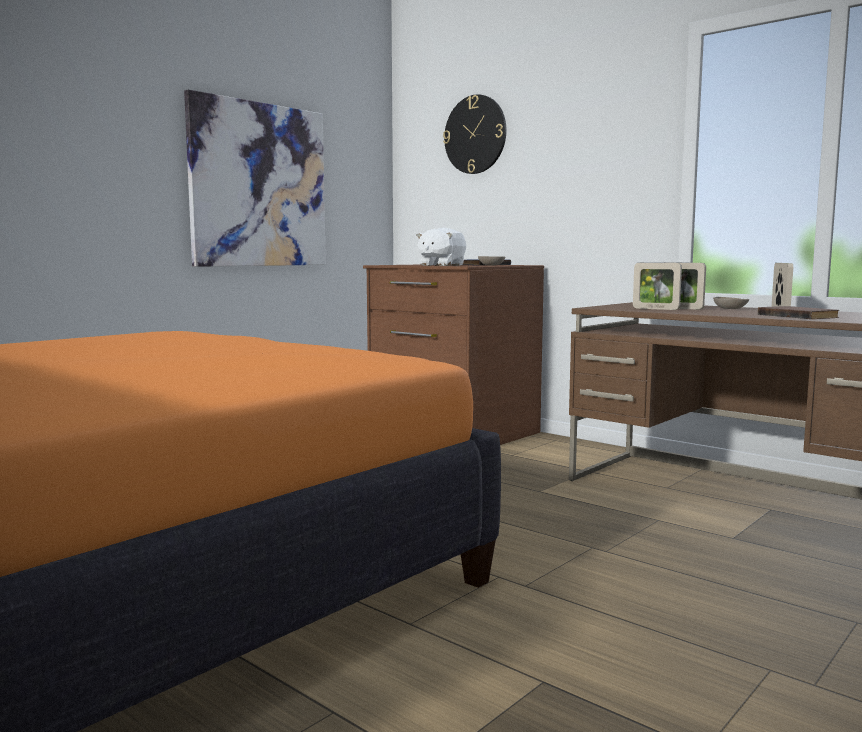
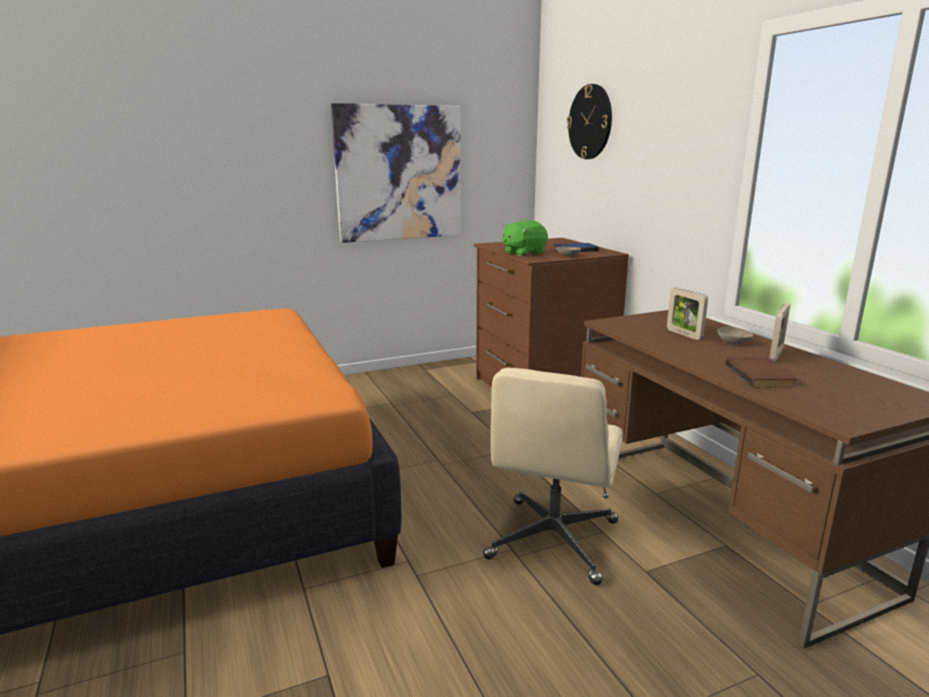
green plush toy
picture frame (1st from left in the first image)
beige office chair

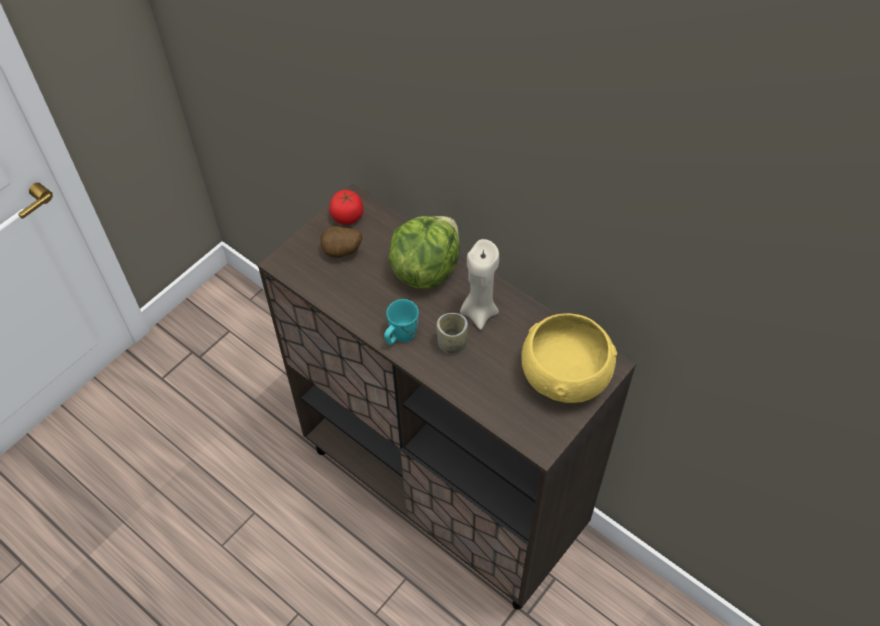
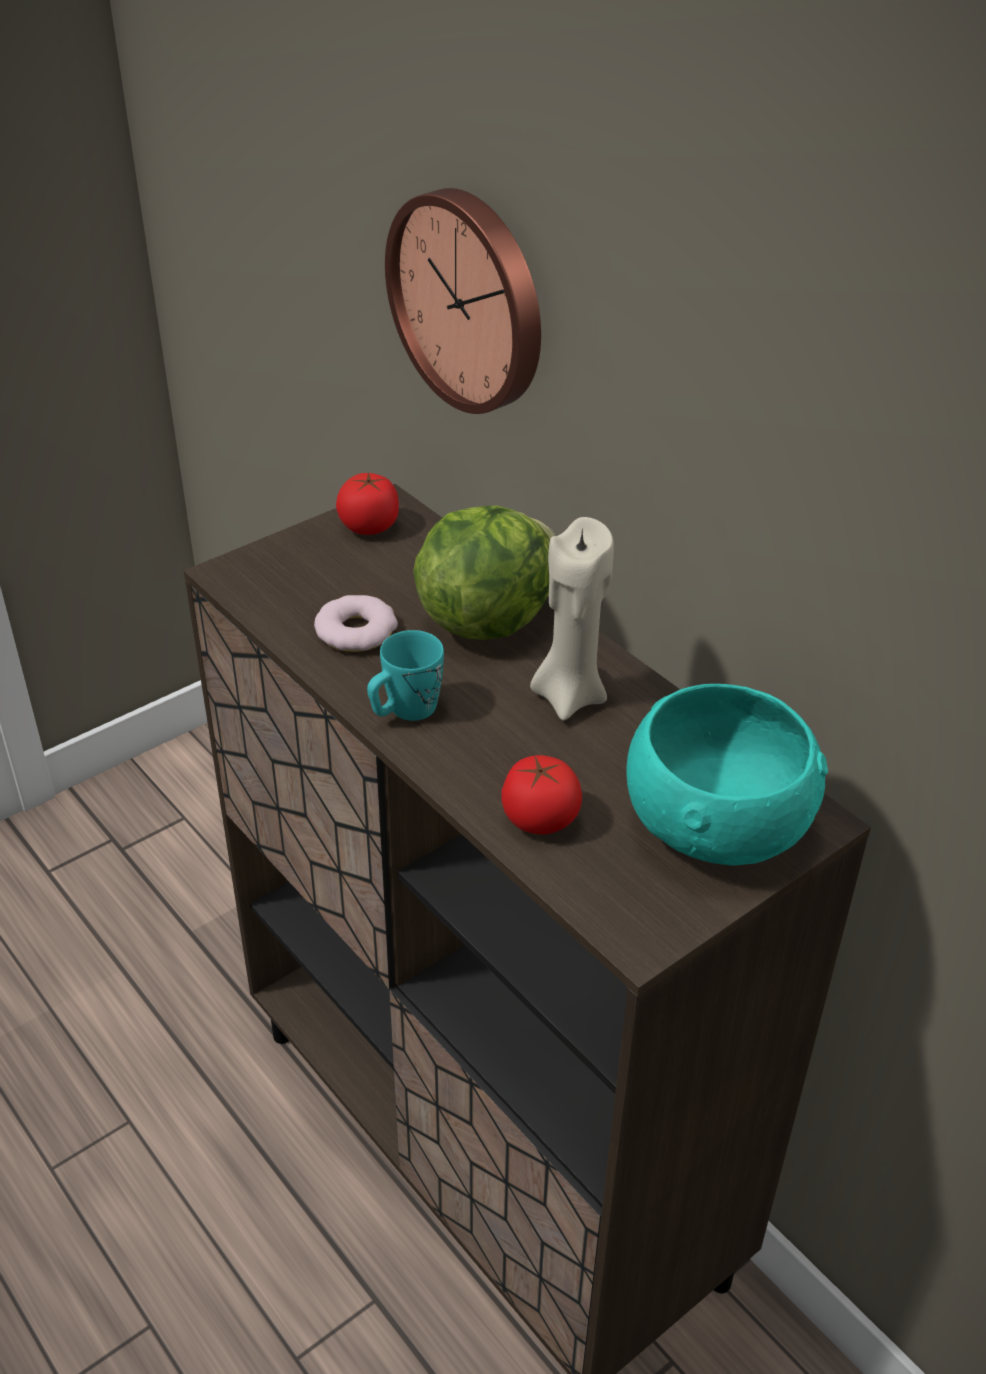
potato
cup
turquoise bowl
donut
wall clock
tomato (2nd from left)

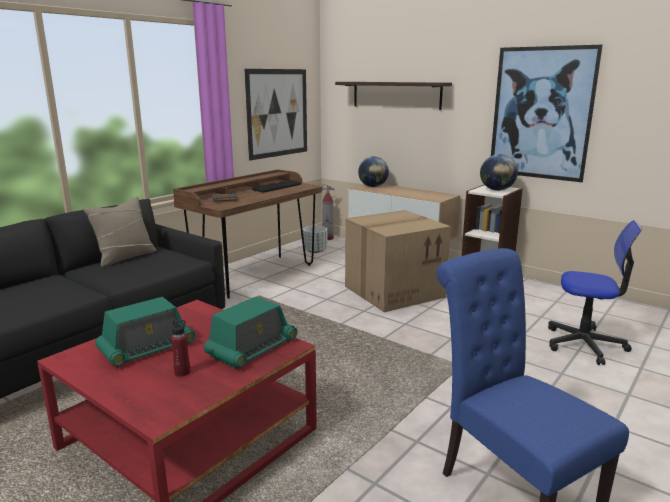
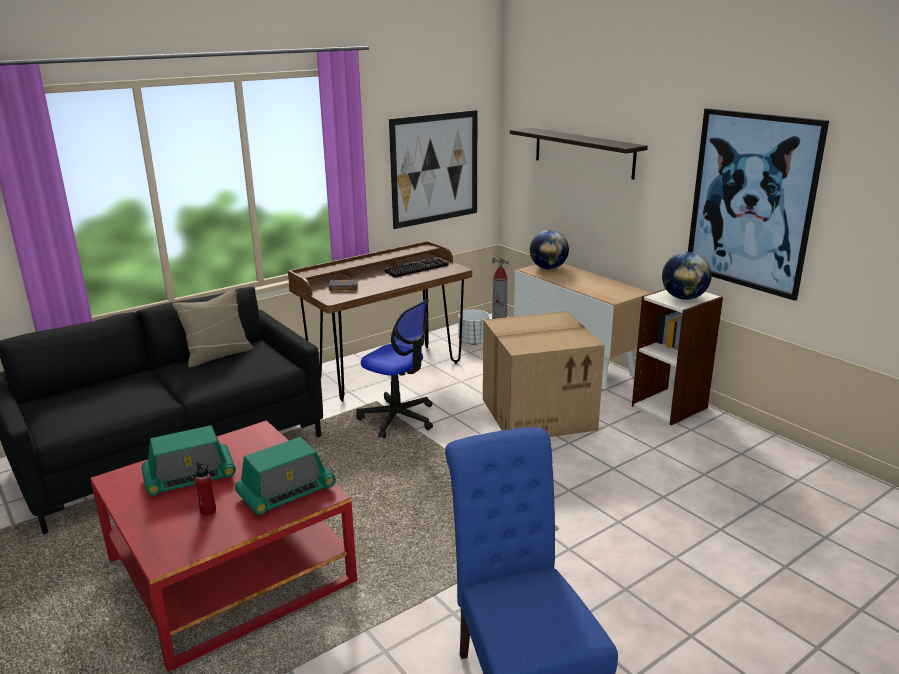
office chair

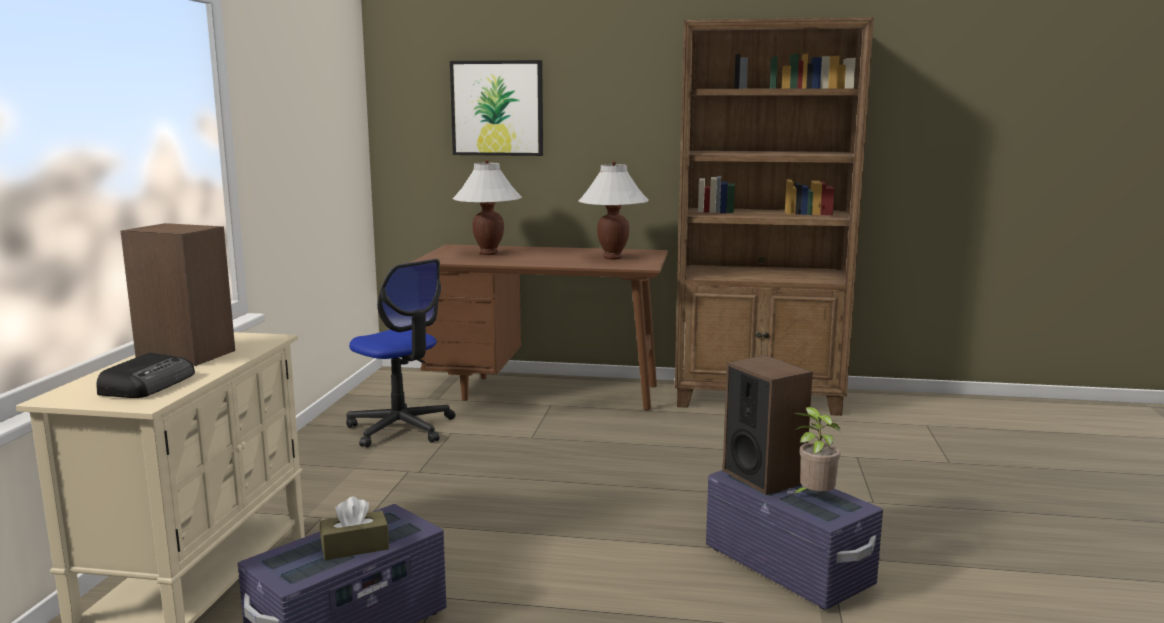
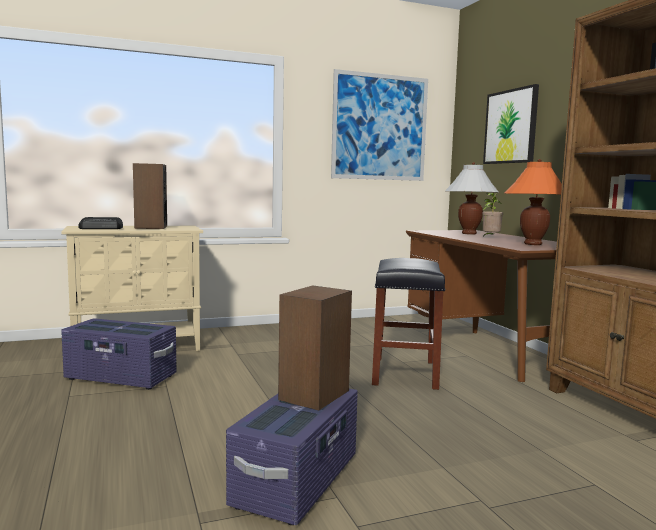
brown tissue box
office chair
orange table lamp
potted plant
picture (1st from left)
black stool

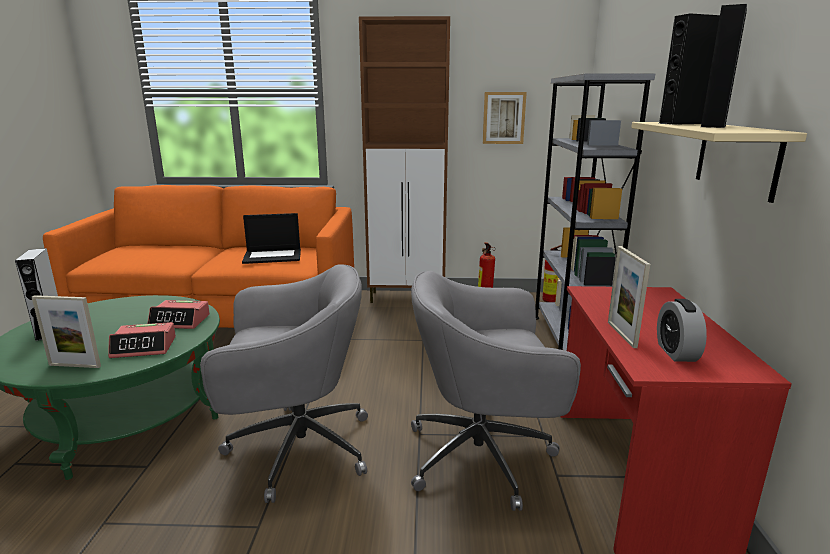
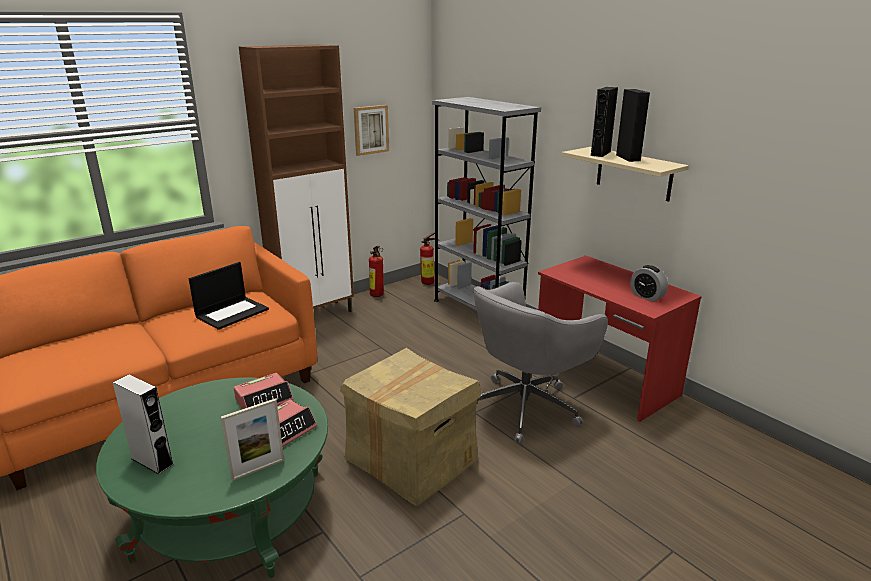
cardboard box
picture frame (2nd from left in the first image)

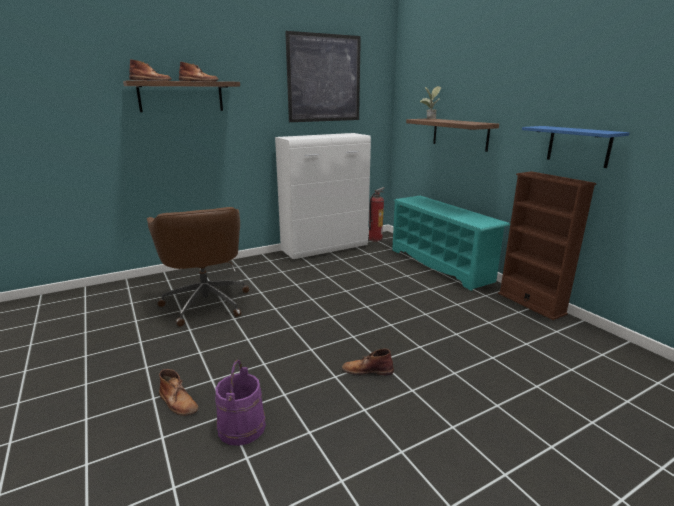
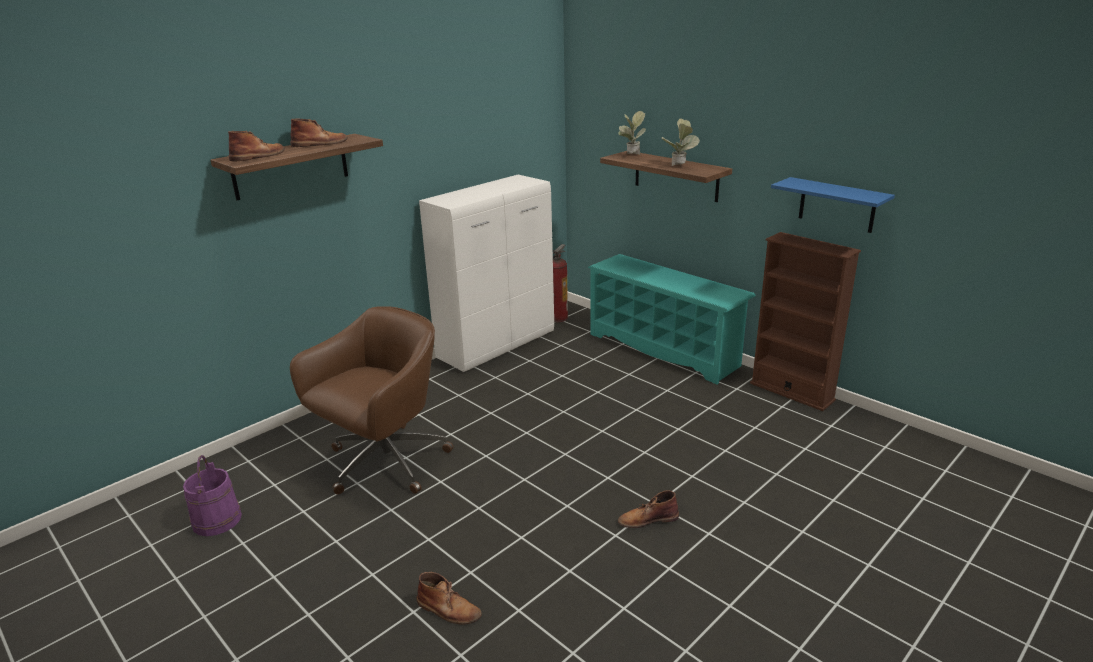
brown office chair
purple bucket
picture
potted plant (2nd from left)

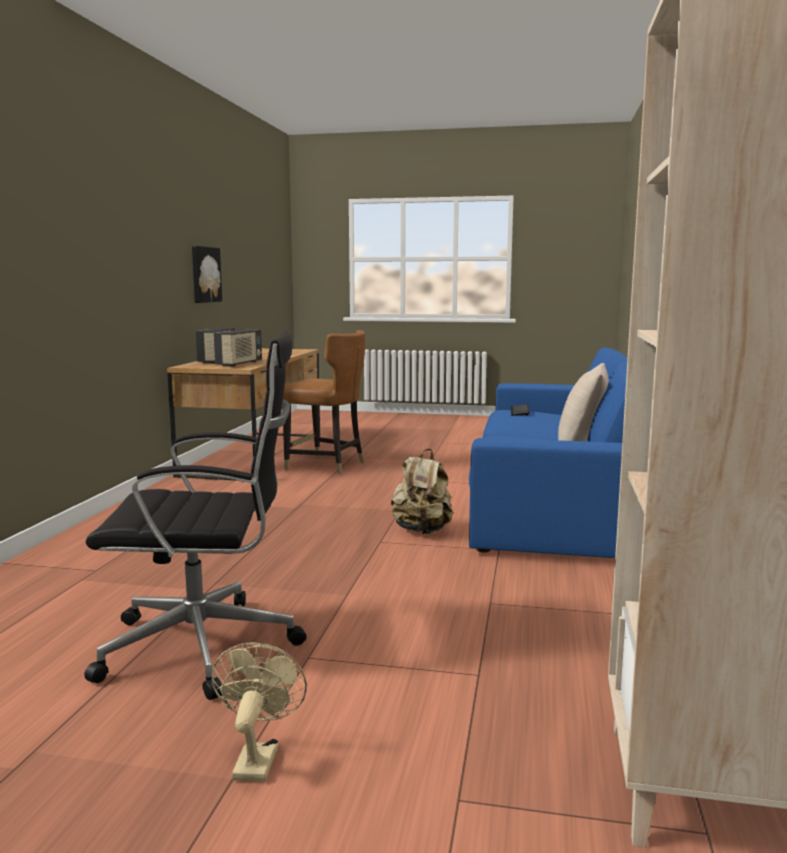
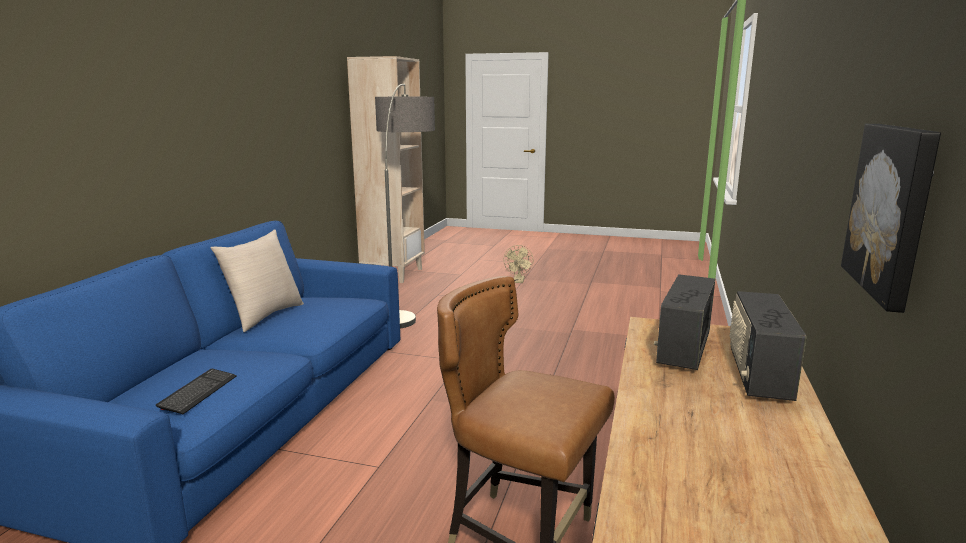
black office chair
beige backpack
floor lamp

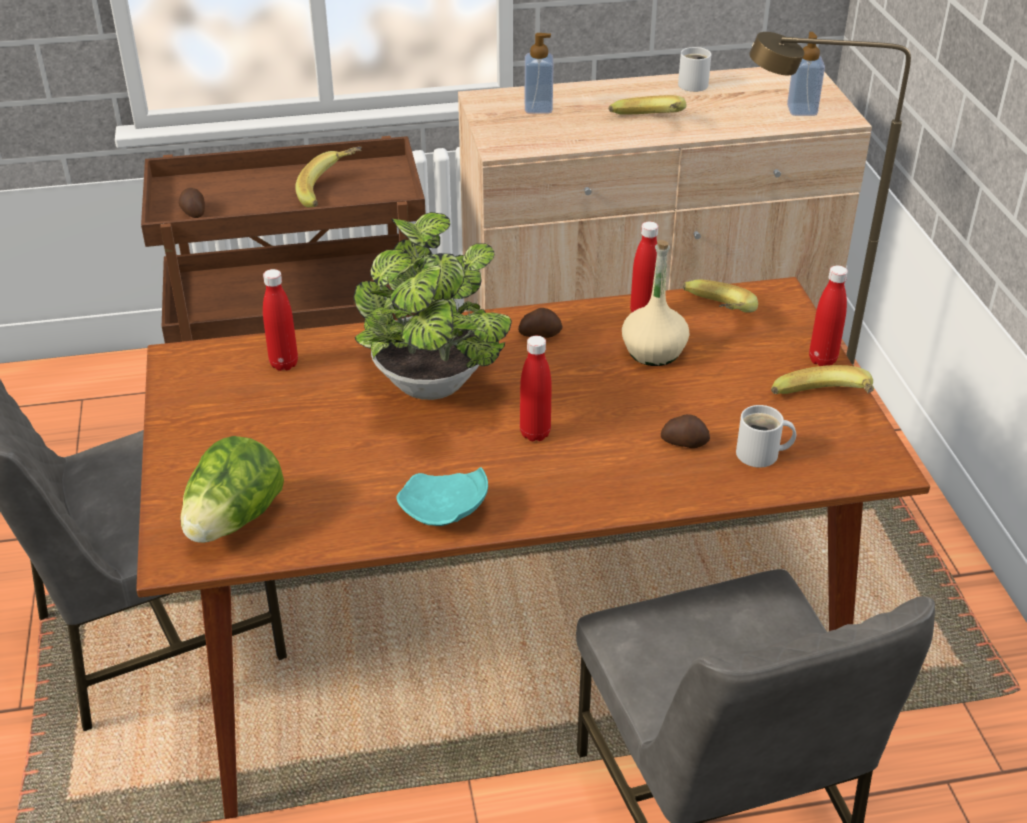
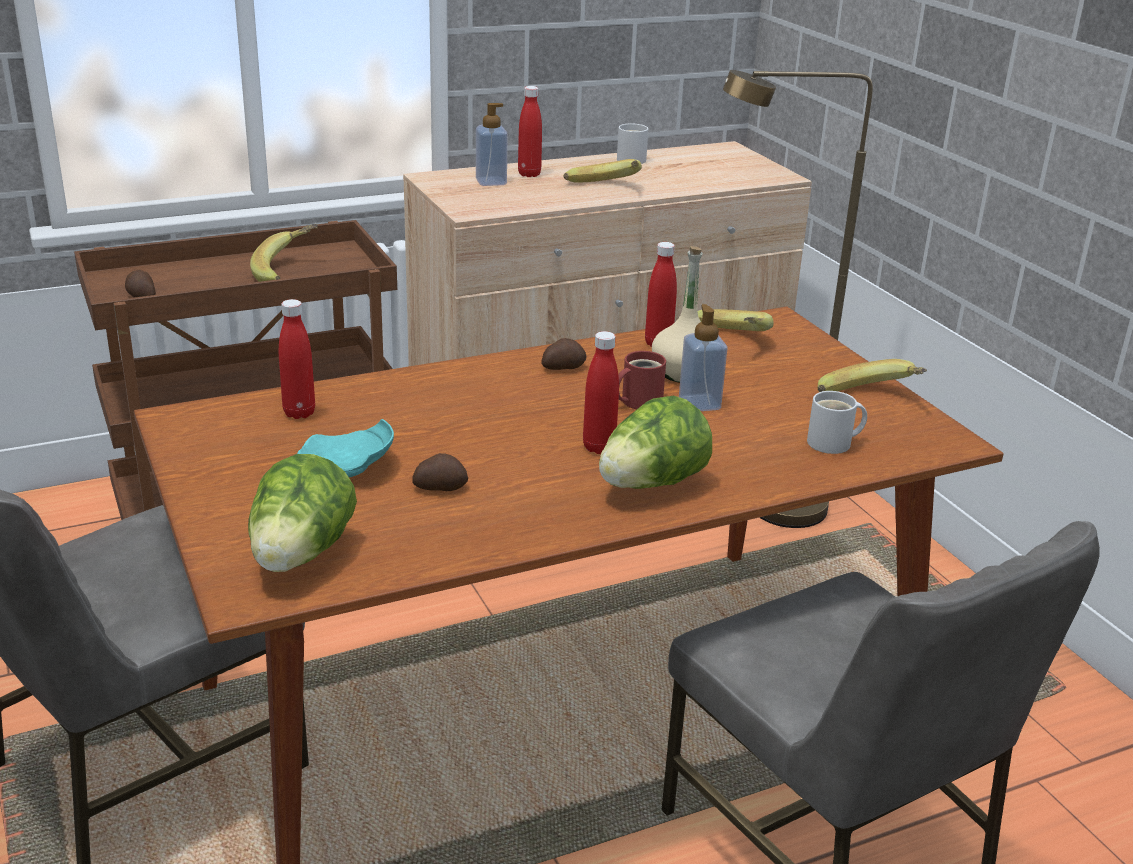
potted plant
turquoise plate
potato (2nd from left)
soap dispenser (2nd from left)
red bottle (2nd from left)
lettuce (2nd from left)
red mug

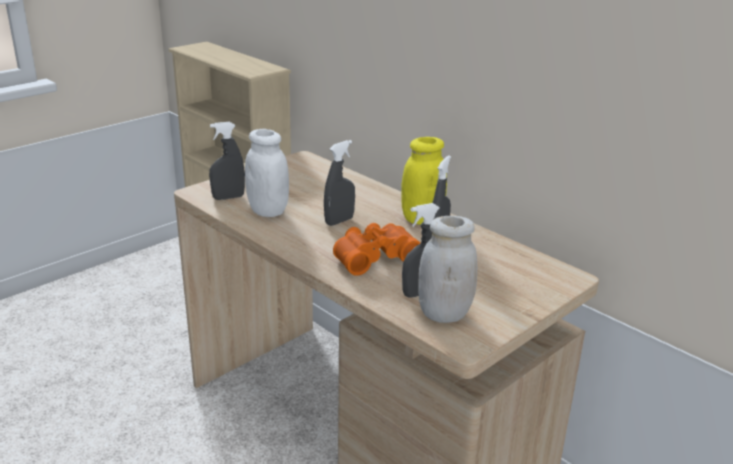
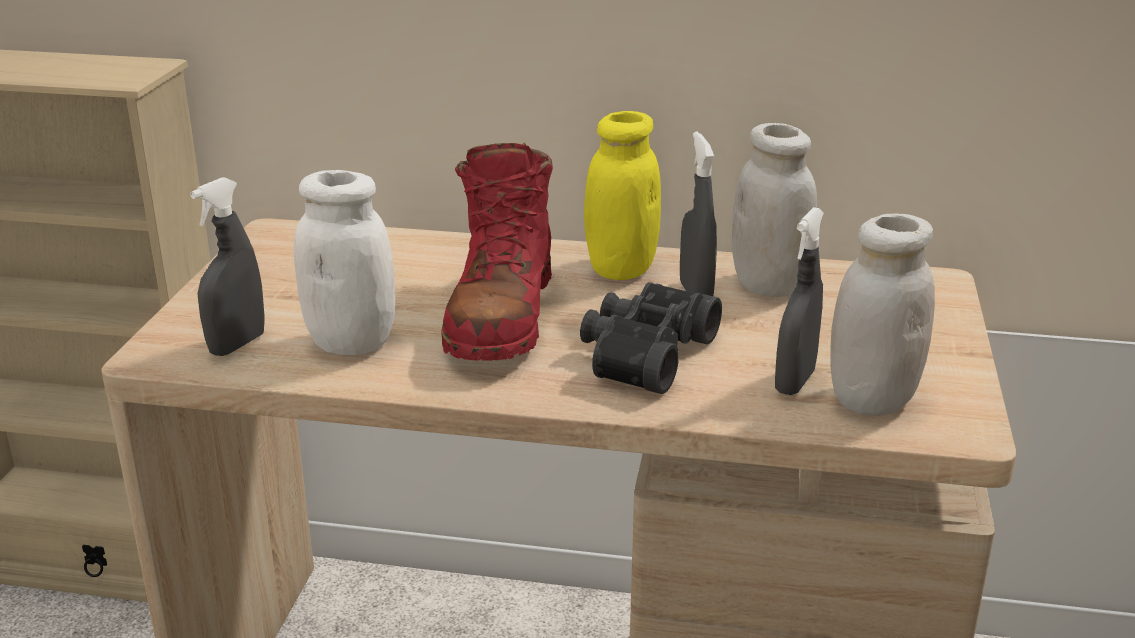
red boot
black binoculars
white jar (2nd from left)

